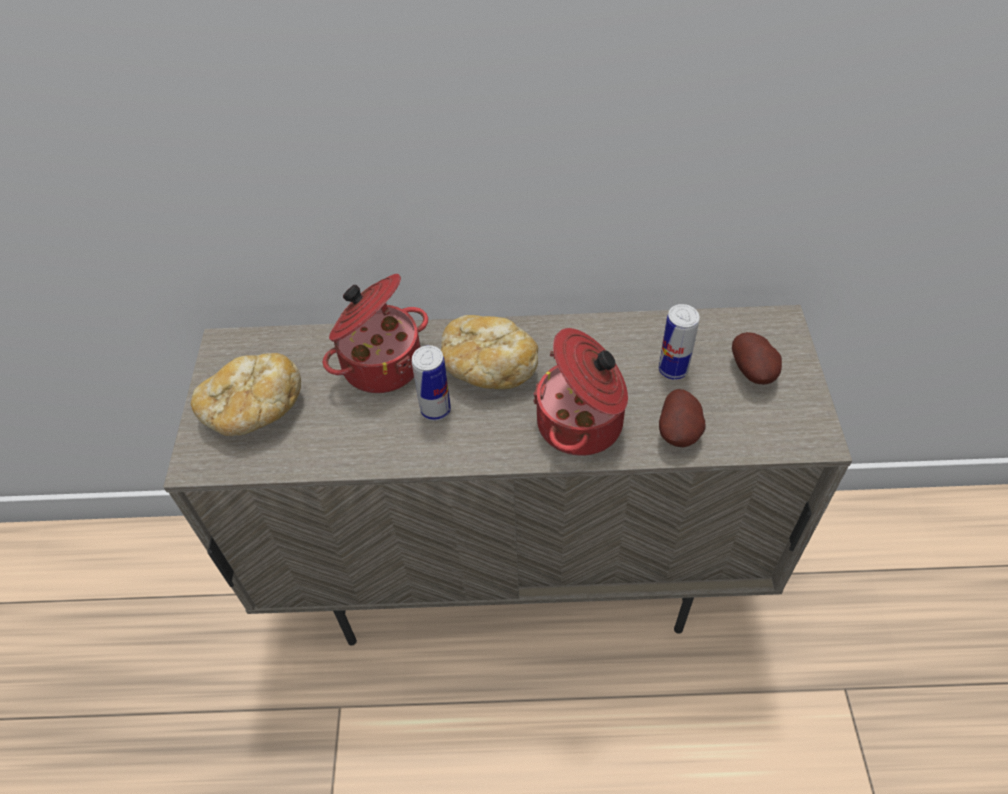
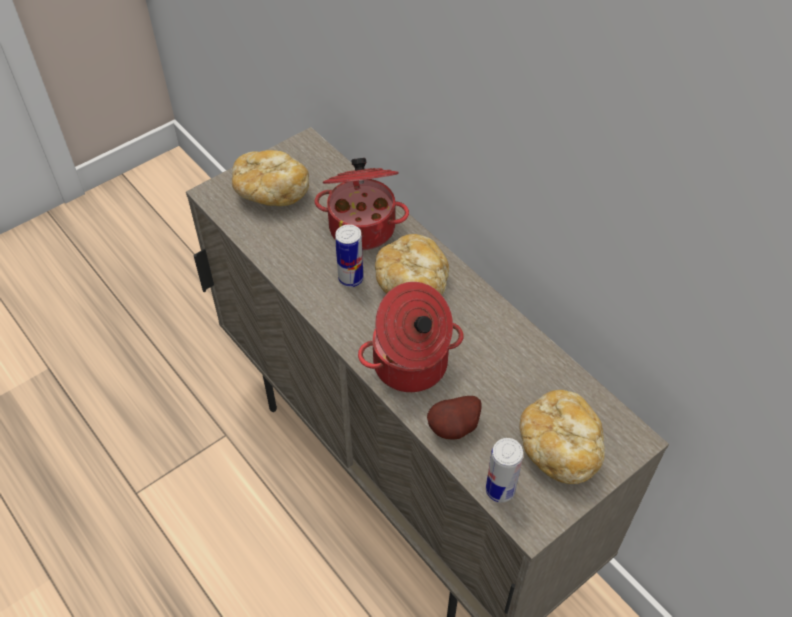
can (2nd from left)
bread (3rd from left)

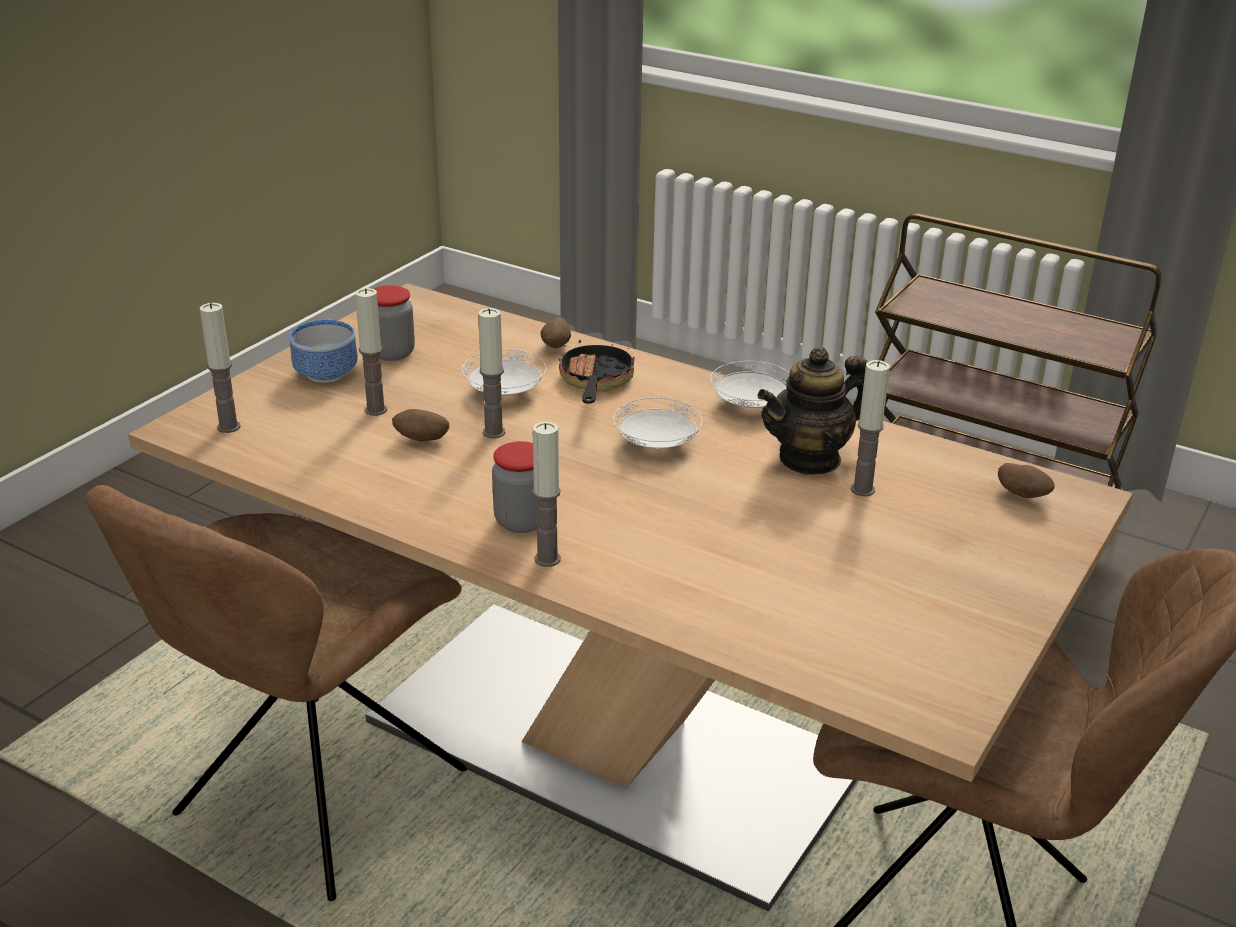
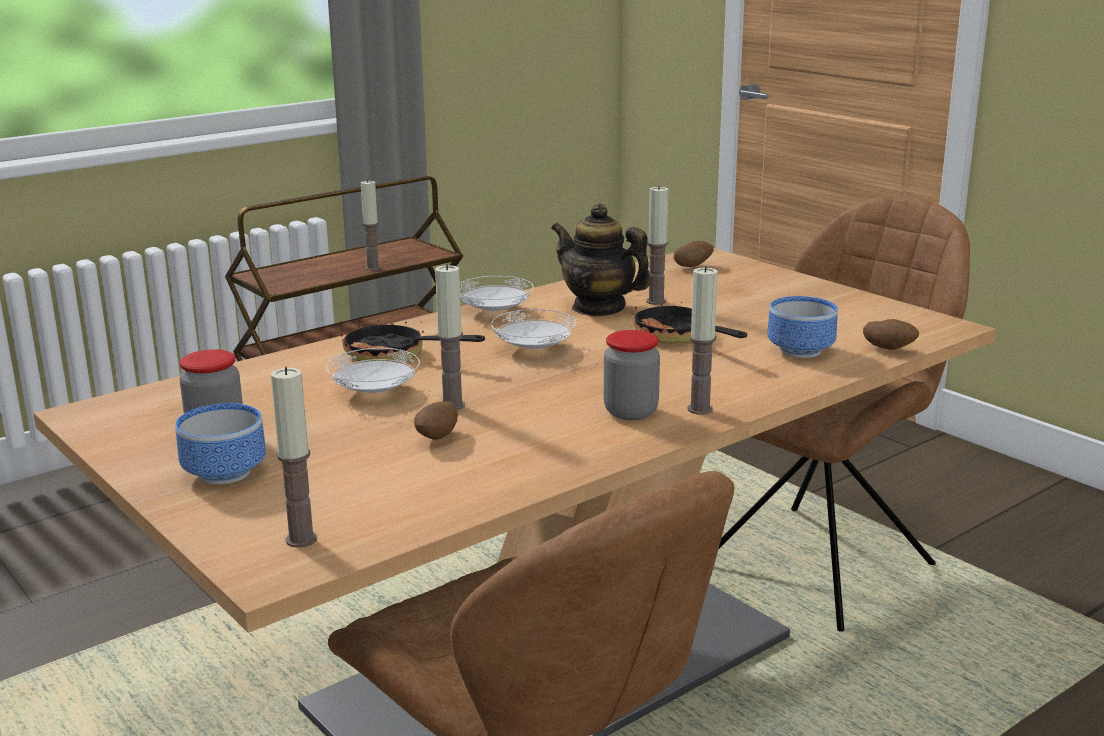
candle (2nd from left)
potato (3rd from left)
teapot
frying pan (2nd from left)
bowl (2nd from left)

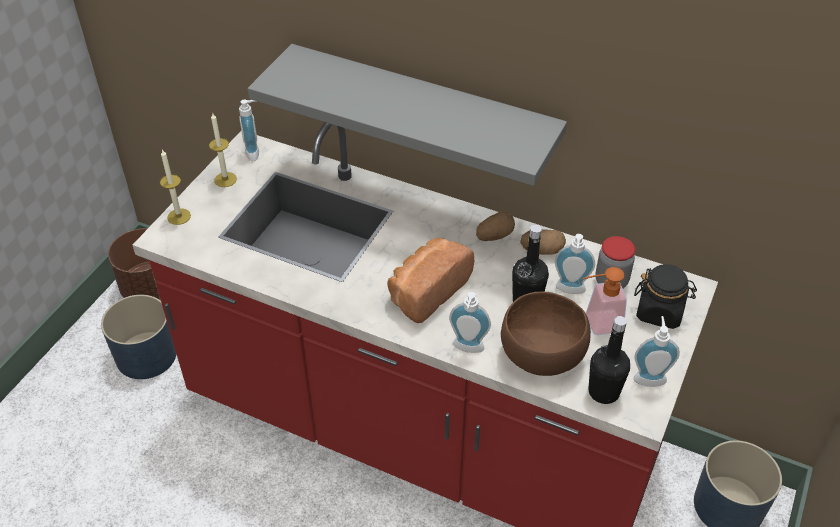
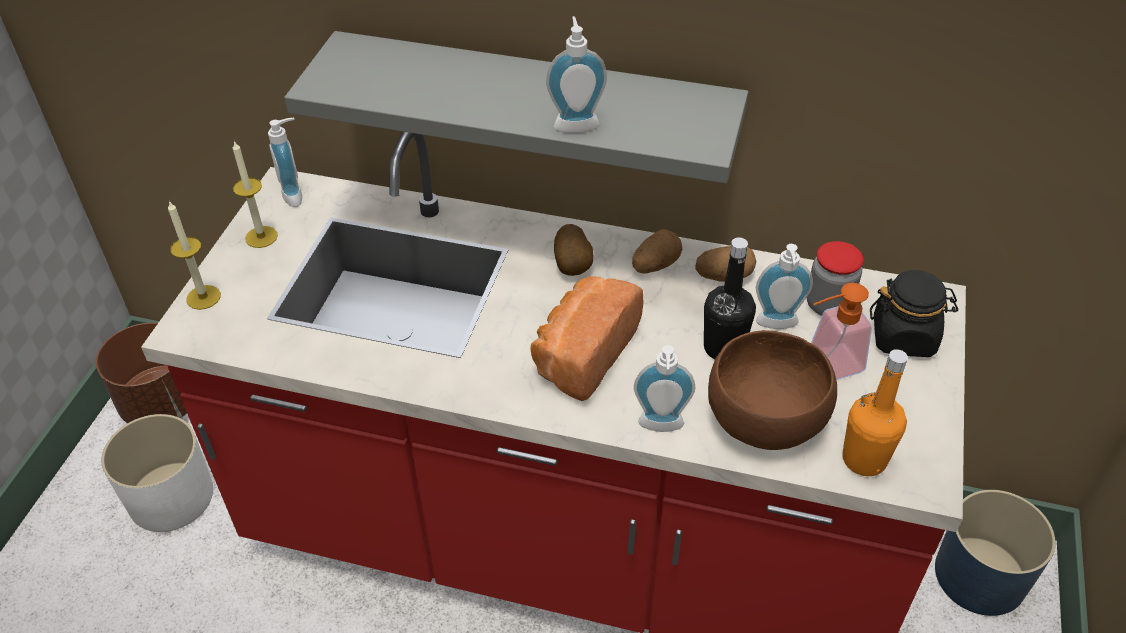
white planter
orange bottle
soap dispenser (2nd from left)
potato (1st from left)

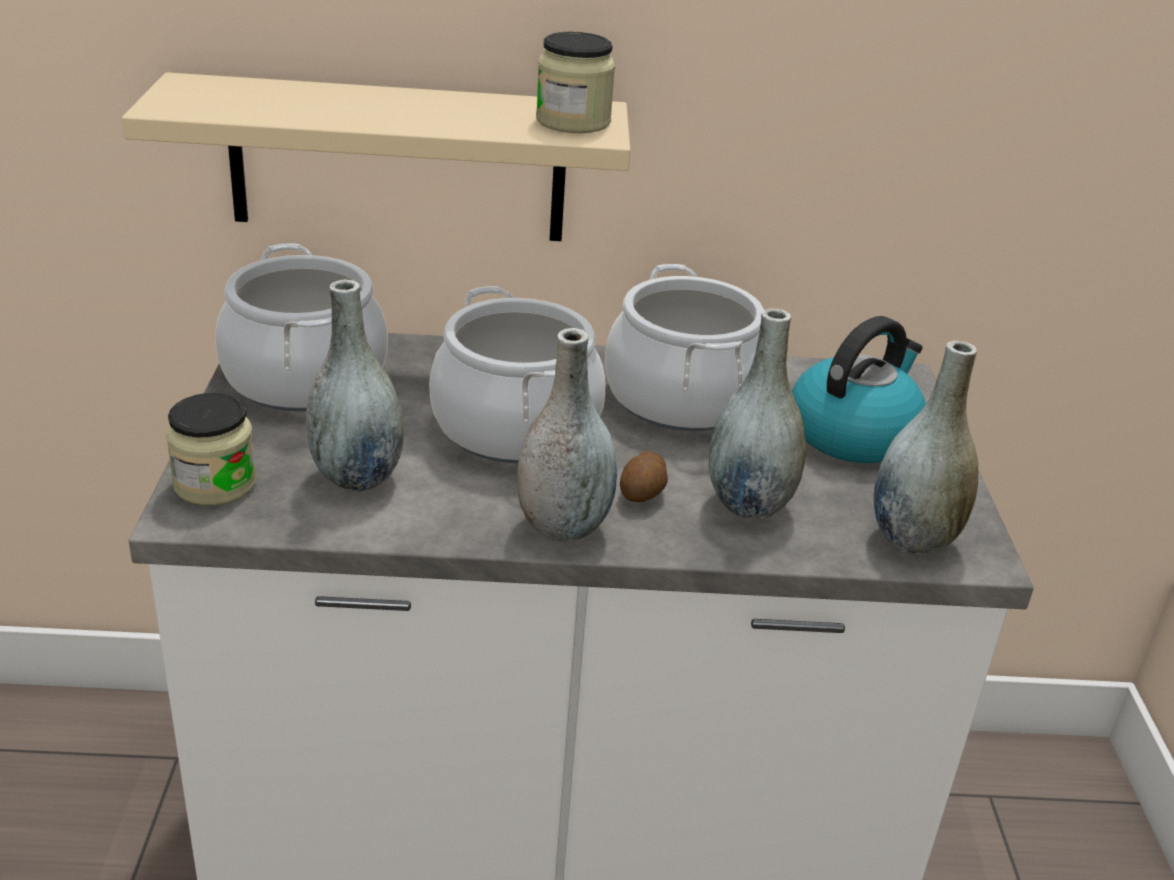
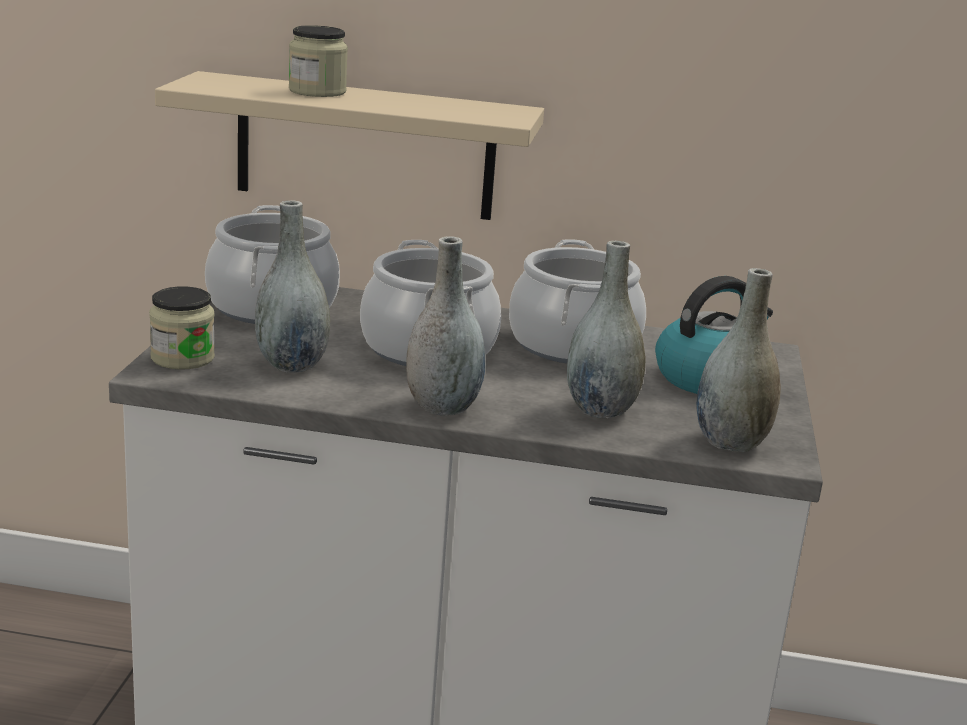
jar (2nd from left)
potato

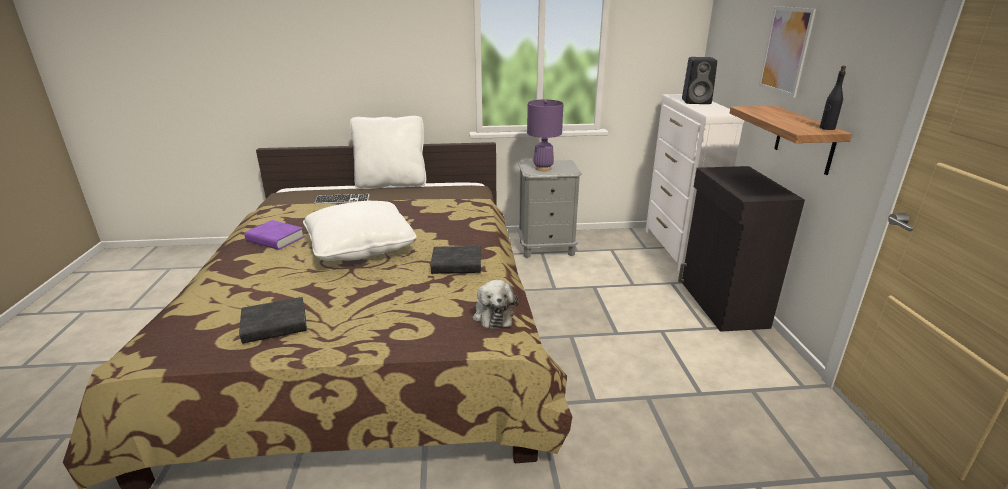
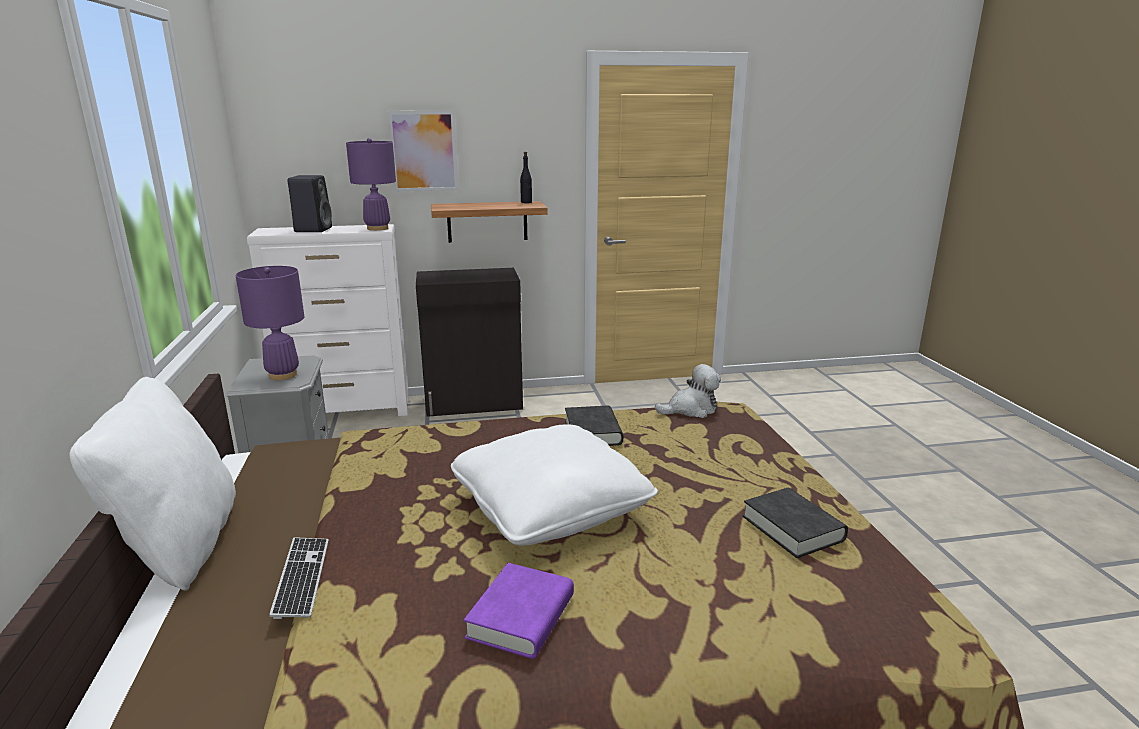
purple table lamp (2nd from left)

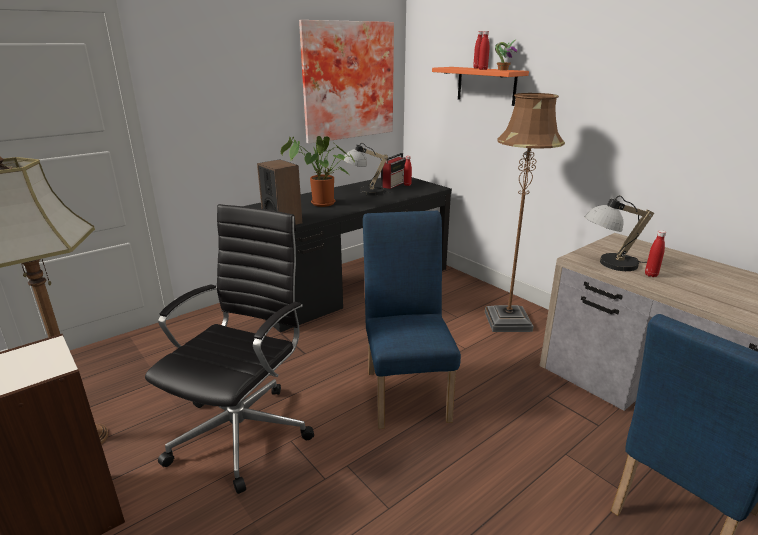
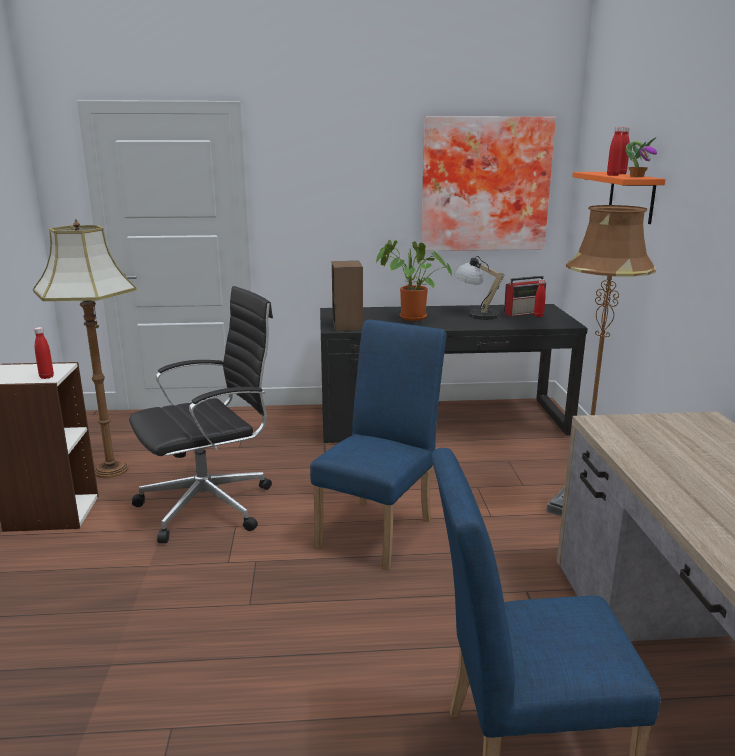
table lamp (2nd from left in the first image)
red bottle (1st from left)

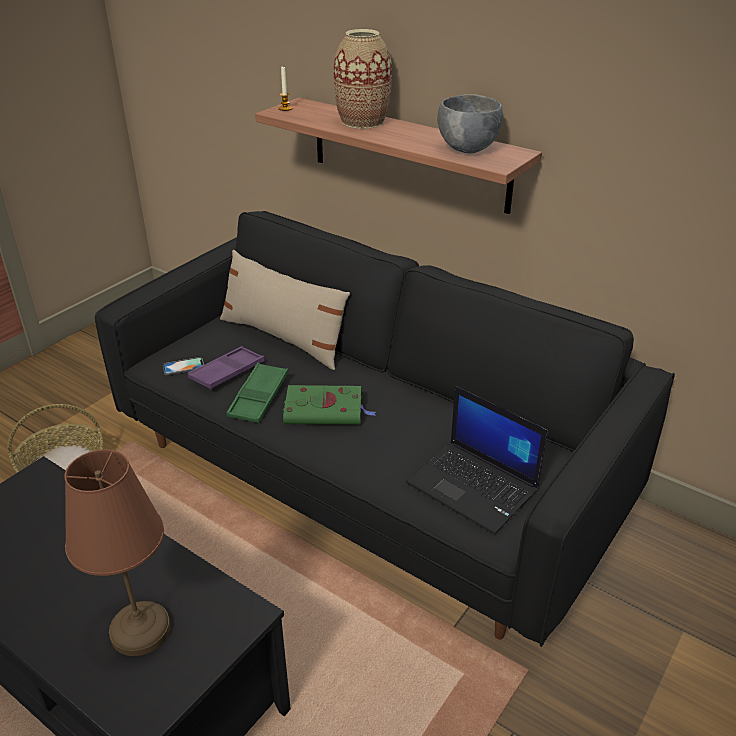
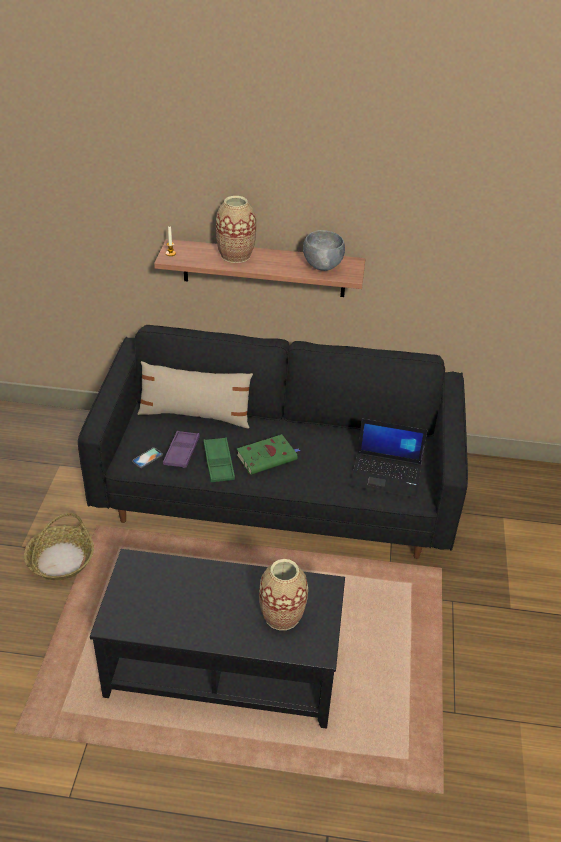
vase (2nd from left)

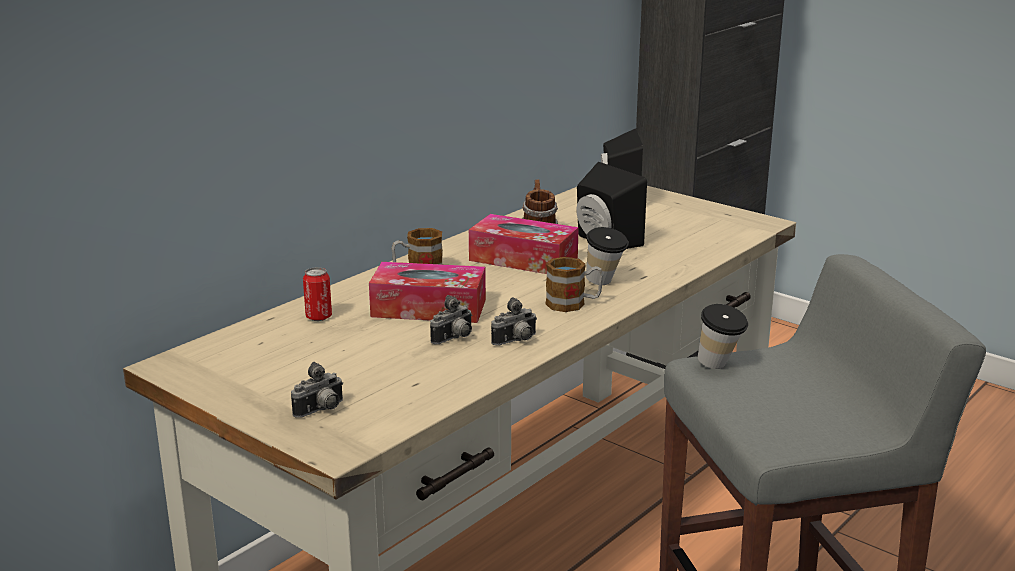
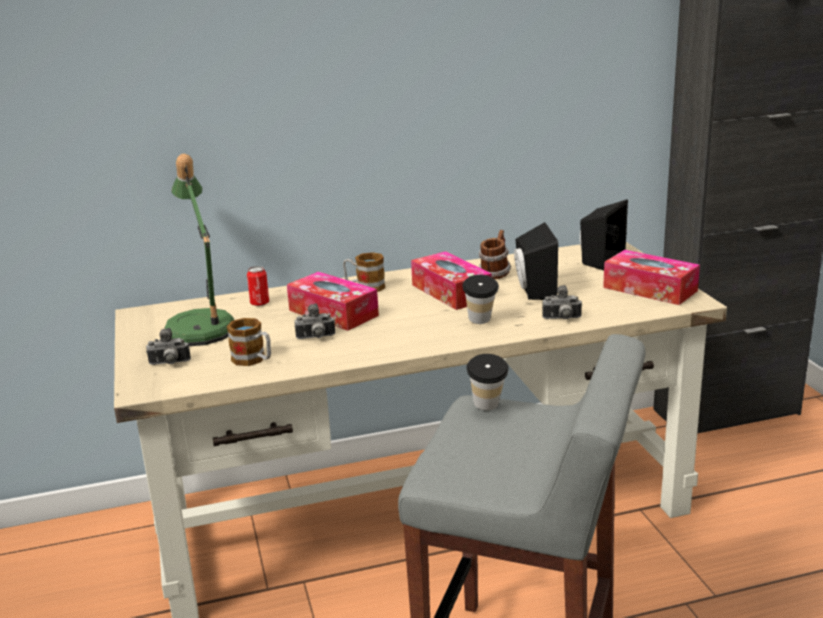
photo camera (3rd from left)
mug (1st from left)
table lamp
tissue box (3rd from left)

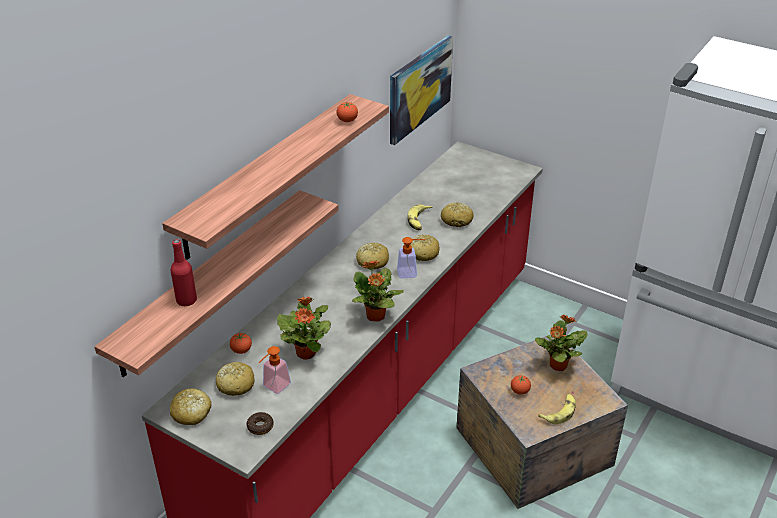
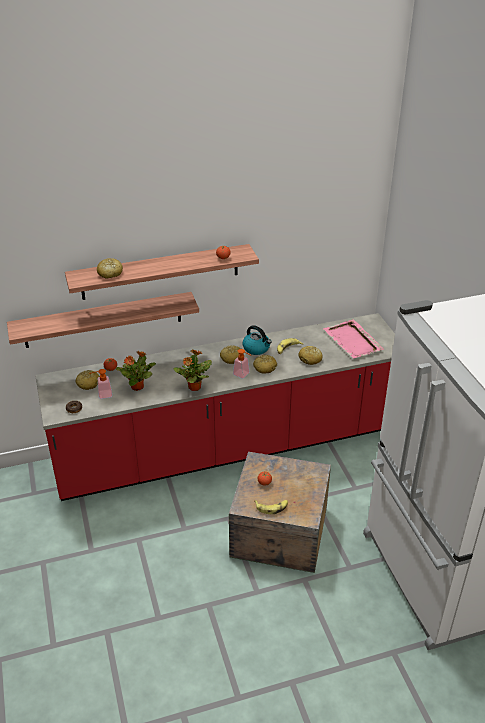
bread (2nd from left)
red bottle
picture
potted plant (3rd from left in the first image)
kettle
pink tray

